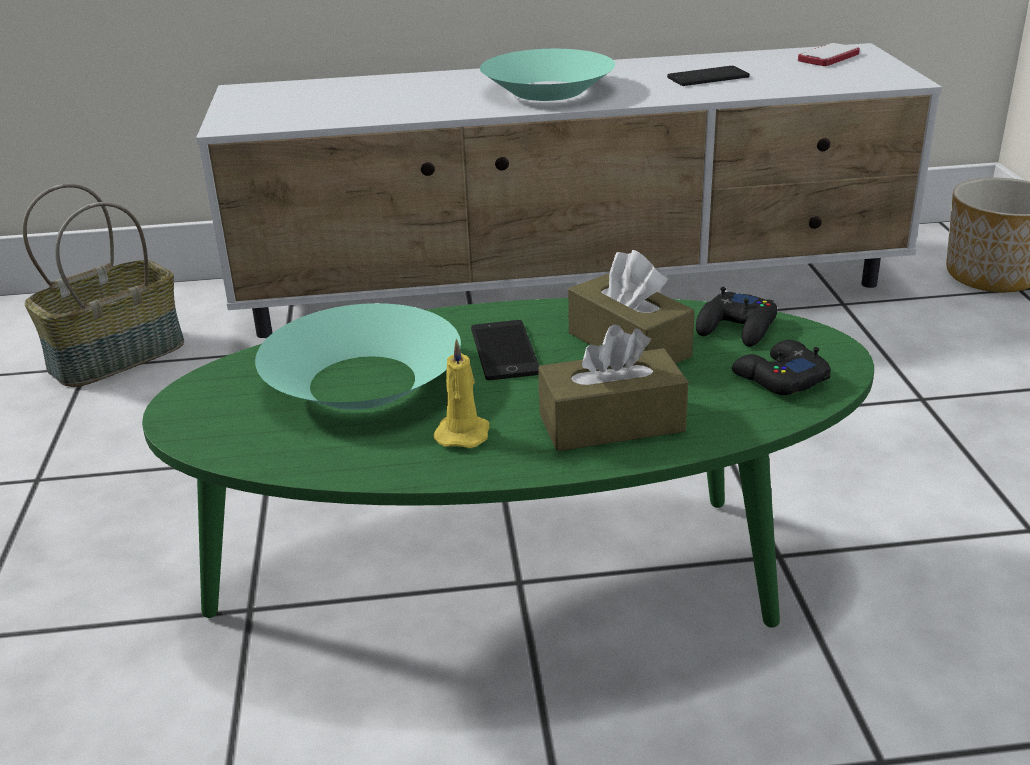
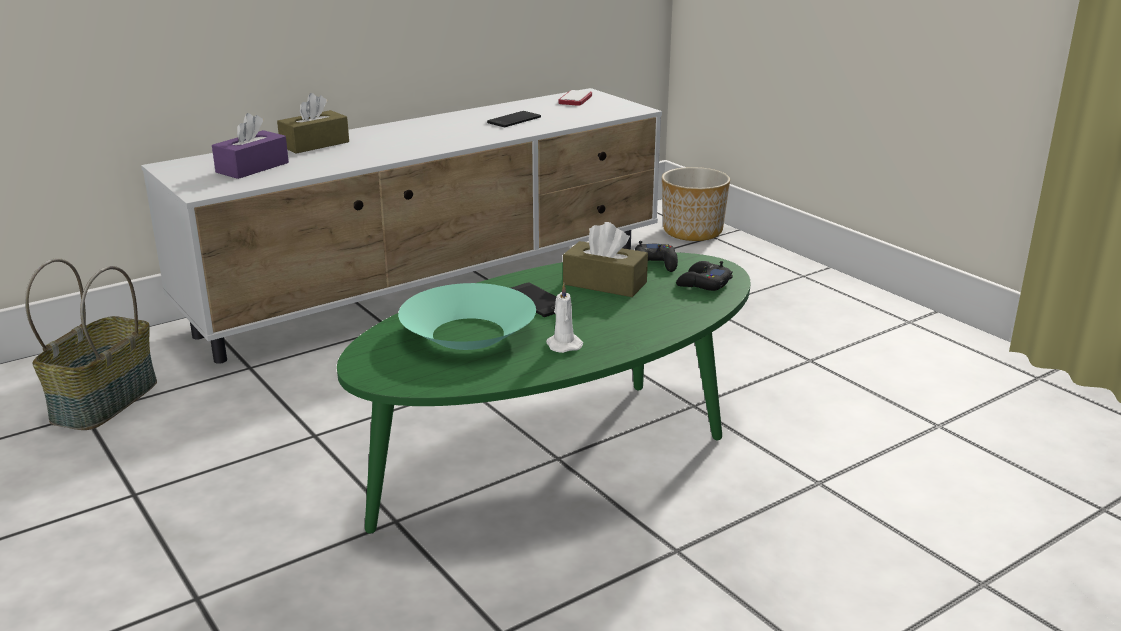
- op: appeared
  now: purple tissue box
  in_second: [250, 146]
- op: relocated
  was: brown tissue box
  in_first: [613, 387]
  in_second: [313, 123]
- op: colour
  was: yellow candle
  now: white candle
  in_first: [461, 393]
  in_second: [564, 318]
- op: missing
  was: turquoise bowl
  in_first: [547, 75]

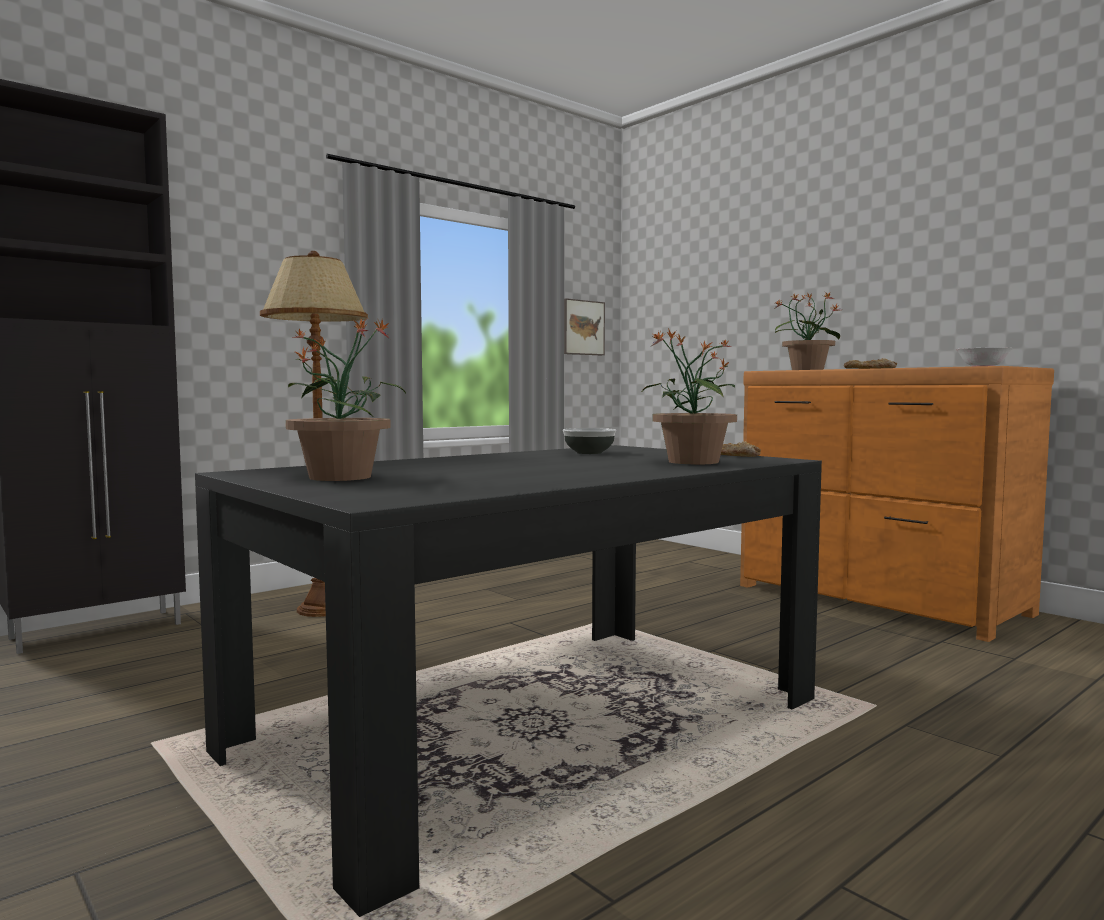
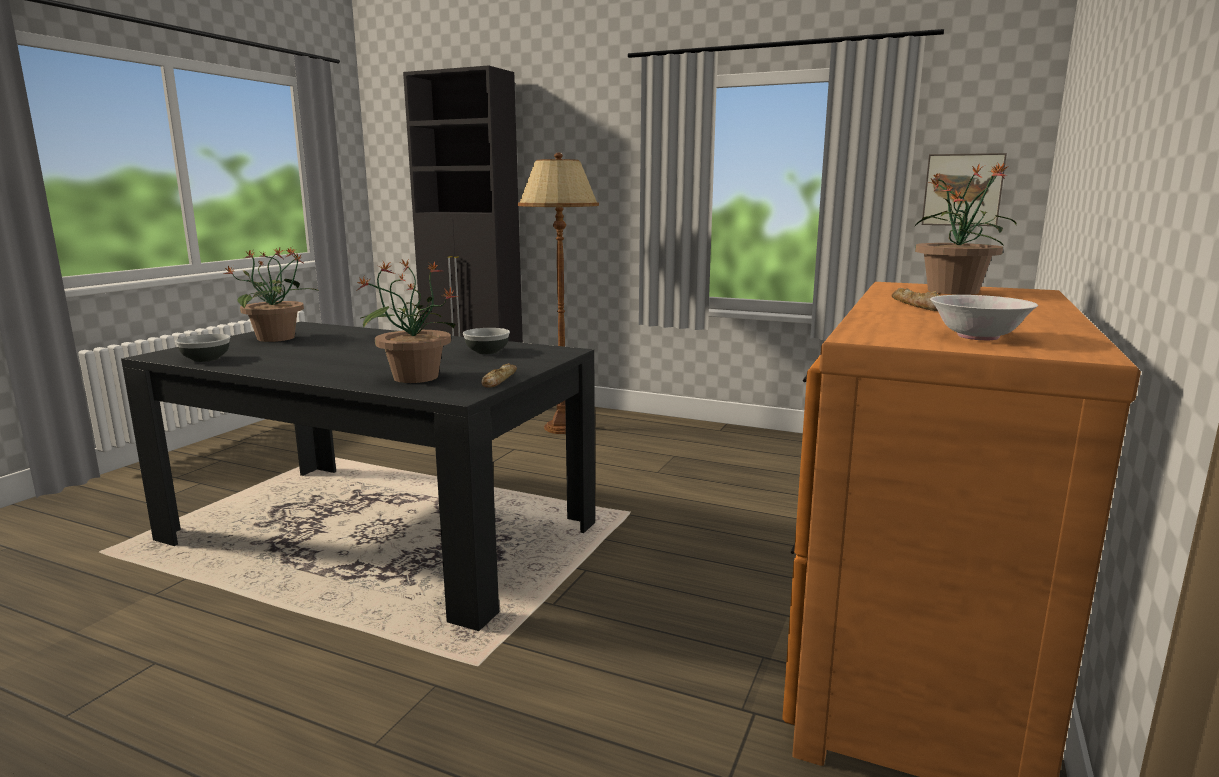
- op: appeared
  now: bowl
  in_second: [202, 348]

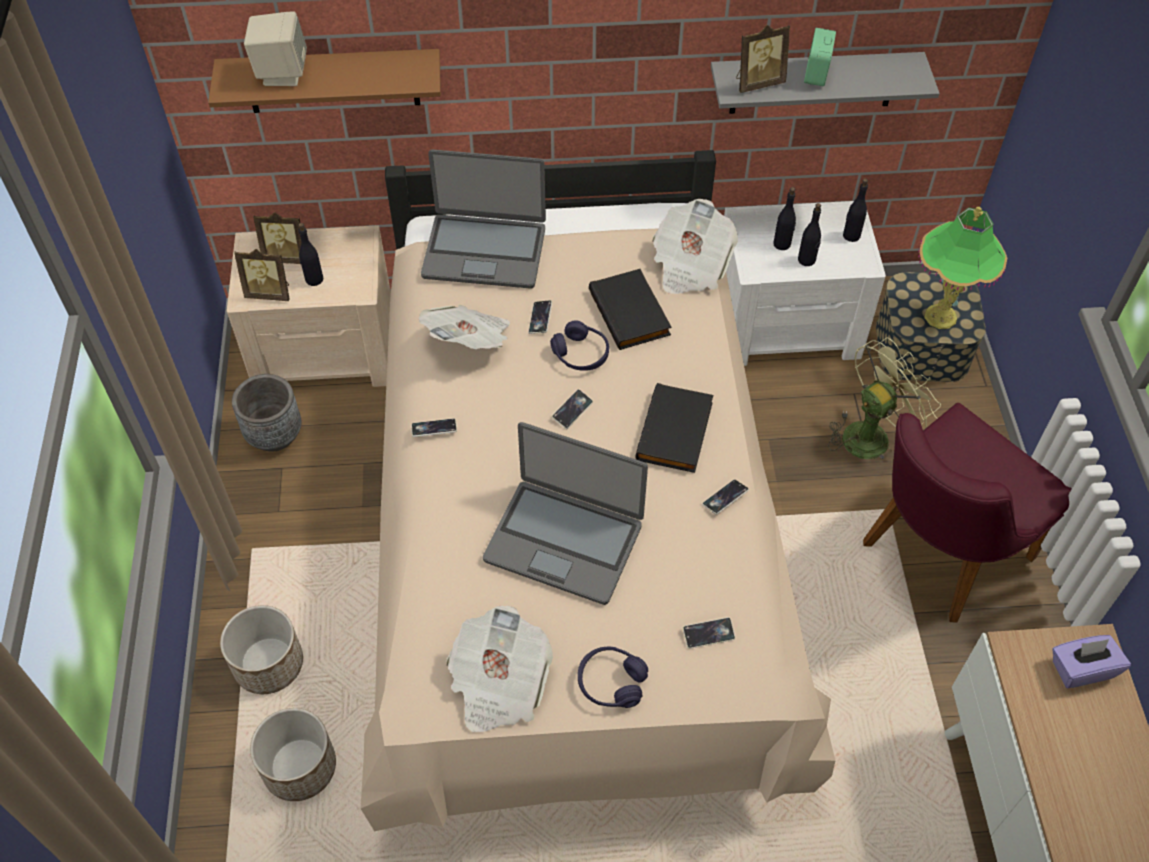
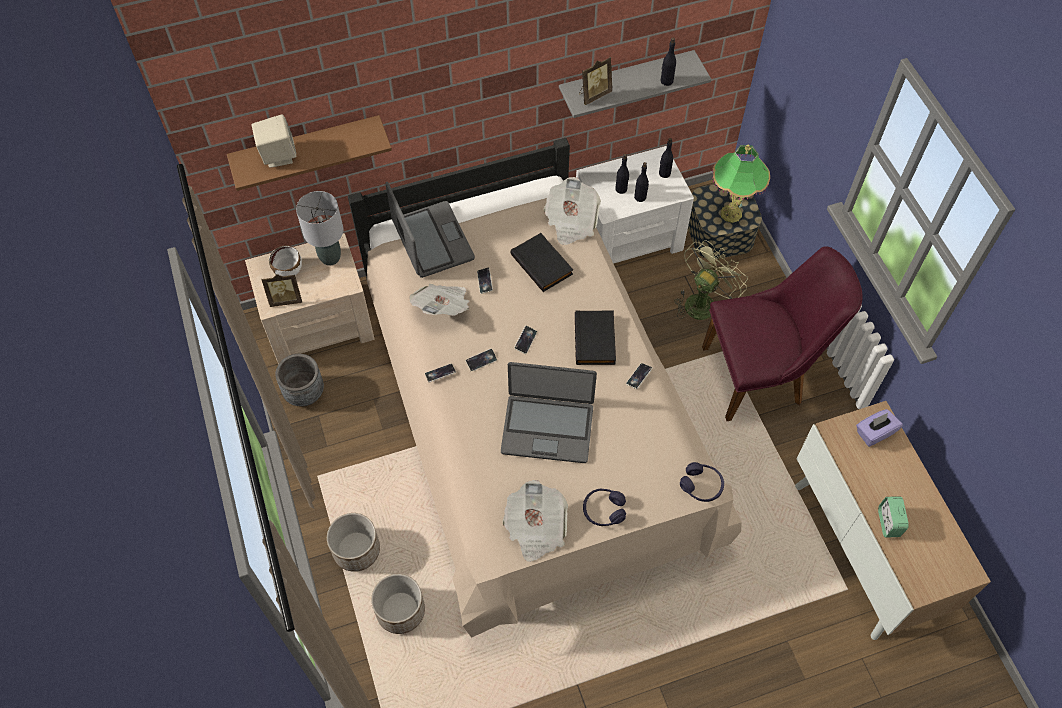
- op: exchanged
  was: picture frame
  now: white bowl
  in_first: [277, 238]
  in_second: [285, 261]
- op: appeared
  now: grey table lamp
  in_second: [319, 228]
- op: spun
  was: laptop
  in_first: [483, 219]
  in_second: [430, 230]
  clockwise: -105
- op: relocated
  was: phone
  in_first: [709, 633]
  in_second: [481, 360]
- op: relocated
  was: black bottle
  in_first: [310, 254]
  in_second: [668, 62]
- op: relocated
  was: purple headphones
  in_first: [579, 345]
  in_second: [702, 482]
- op: spun
  was: purple chair
  in_first: [967, 513]
  in_second: [782, 333]
  clockwise: -135
- op: relocated
  was: alarm clock
  in_first: [820, 57]
  in_second: [893, 517]

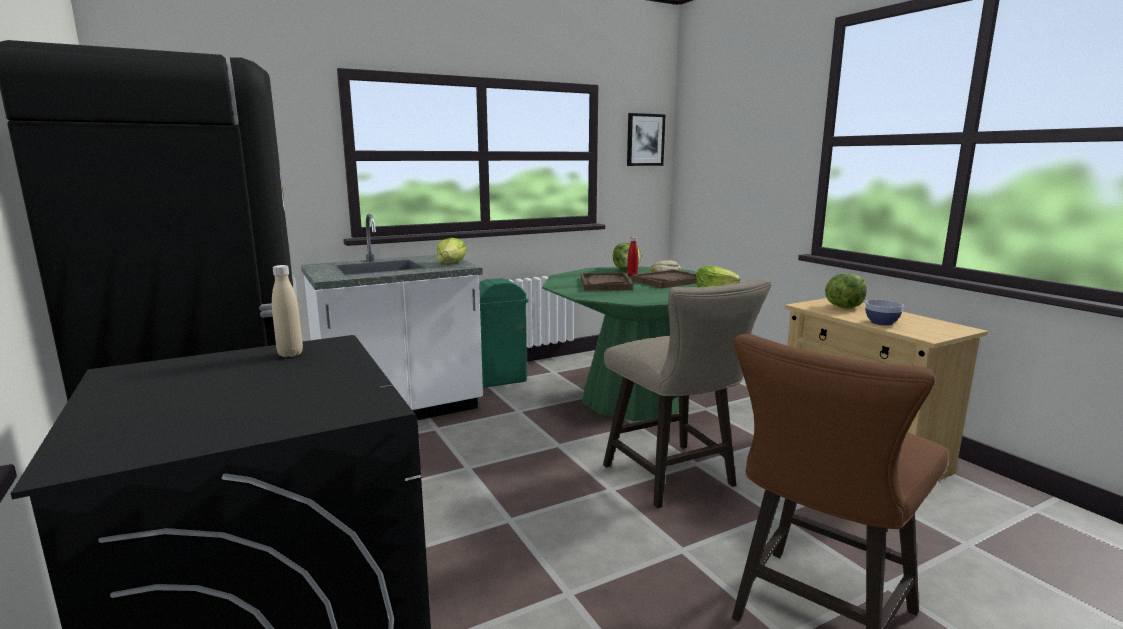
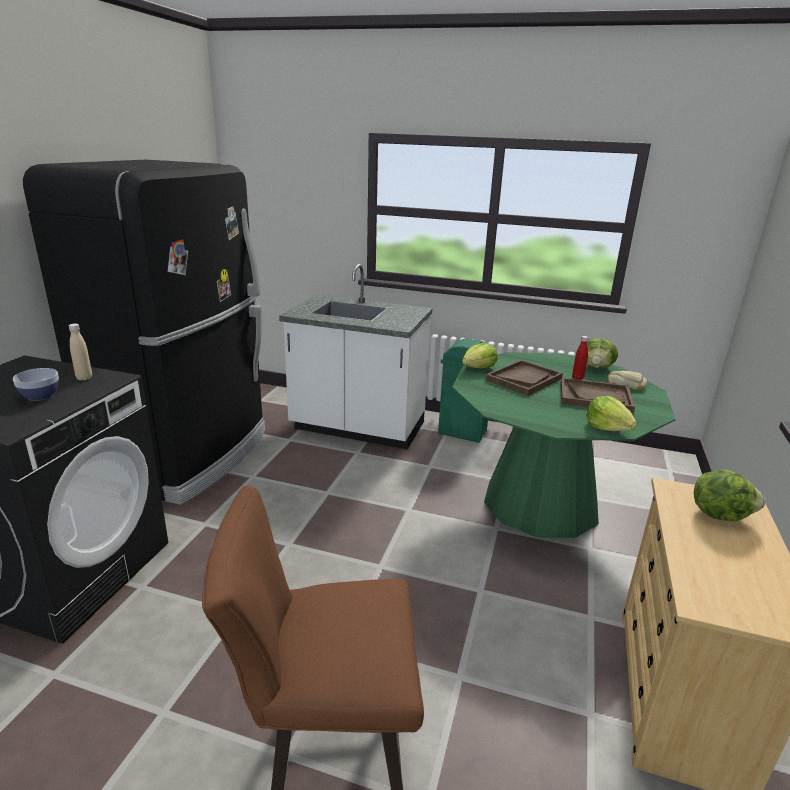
- op: relocated
  was: bowl
  in_first: [884, 313]
  in_second: [36, 384]
- op: relocated
  was: lettuce
  in_first: [451, 250]
  in_second: [480, 355]
- op: missing
  was: beige stool
  in_first: [687, 393]
- op: missing
  was: picture
  in_first: [646, 139]

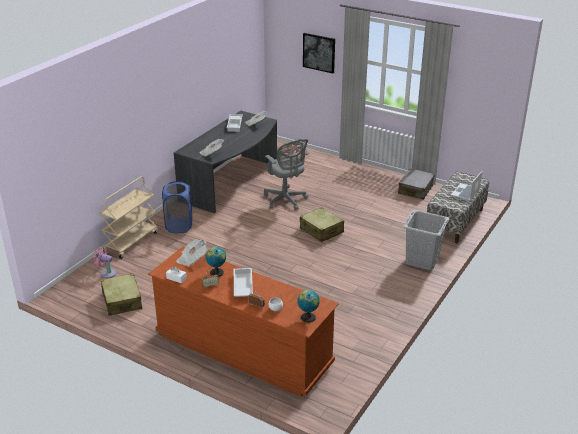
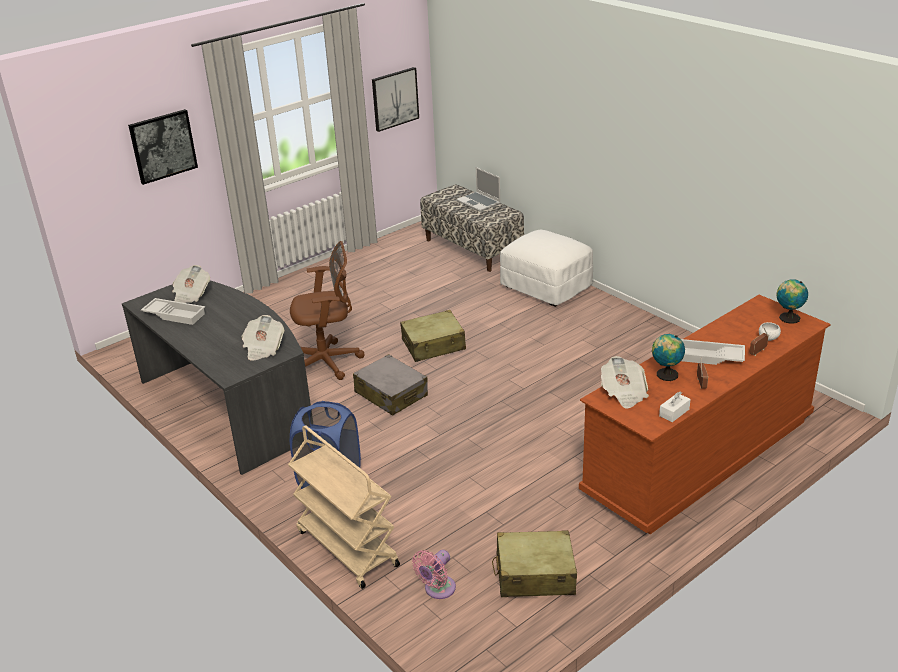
- op: colour
  was: grey office chair
  now: brown office chair
  in_first: [287, 174]
  in_second: [327, 310]
- op: relocated
  was: grey suitcase
  in_first: [416, 184]
  in_second: [390, 385]
- op: appeared
  now: picture
  in_second: [395, 99]
- op: exchanged
  was: grey laundry basket
  now: white ottoman
  in_first: [426, 240]
  in_second: [546, 268]

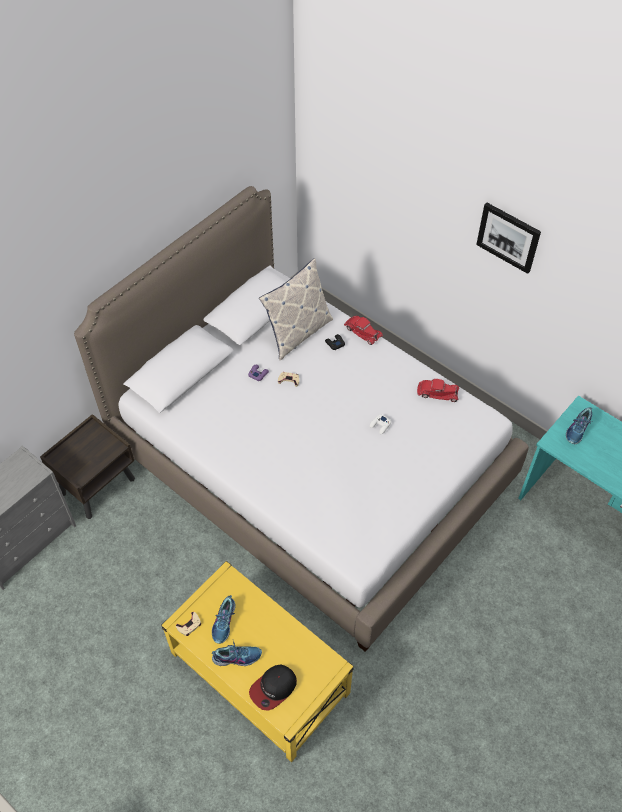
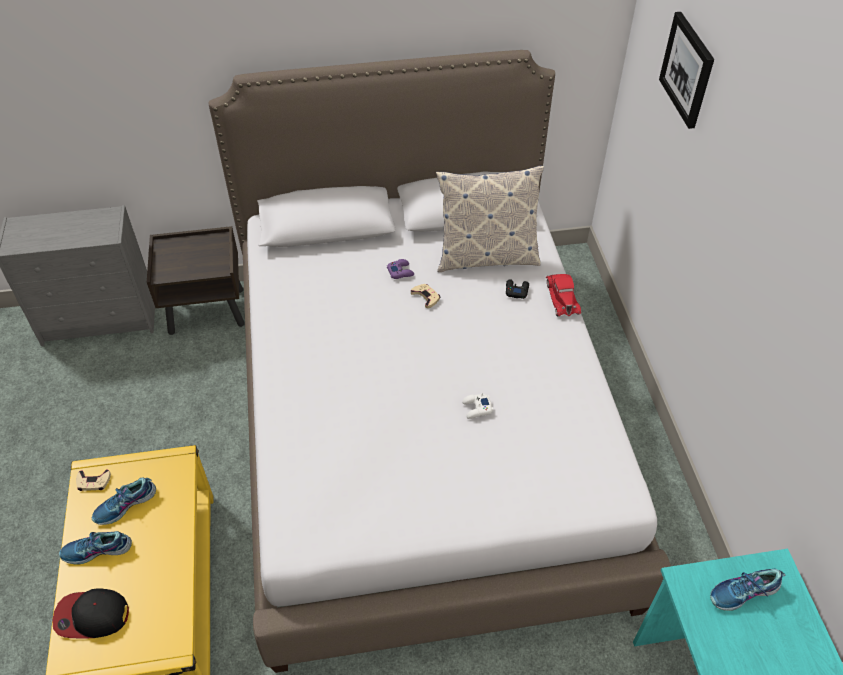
- op: spun
  was: shoe
  in_first: [237, 653]
  in_second: [95, 547]
  clockwise: 135
- op: relocated
  was: picture
  in_first: [508, 238]
  in_second: [686, 70]
- op: missing
  was: red toy car
  in_first: [438, 390]

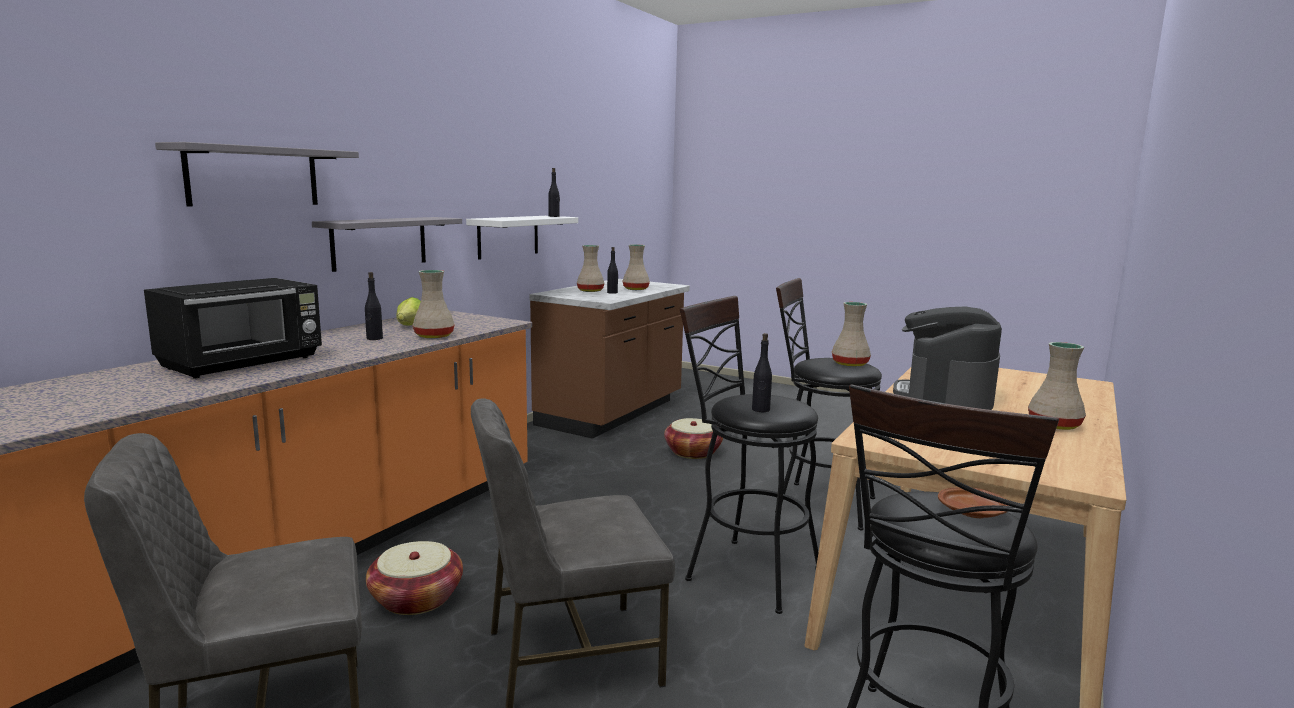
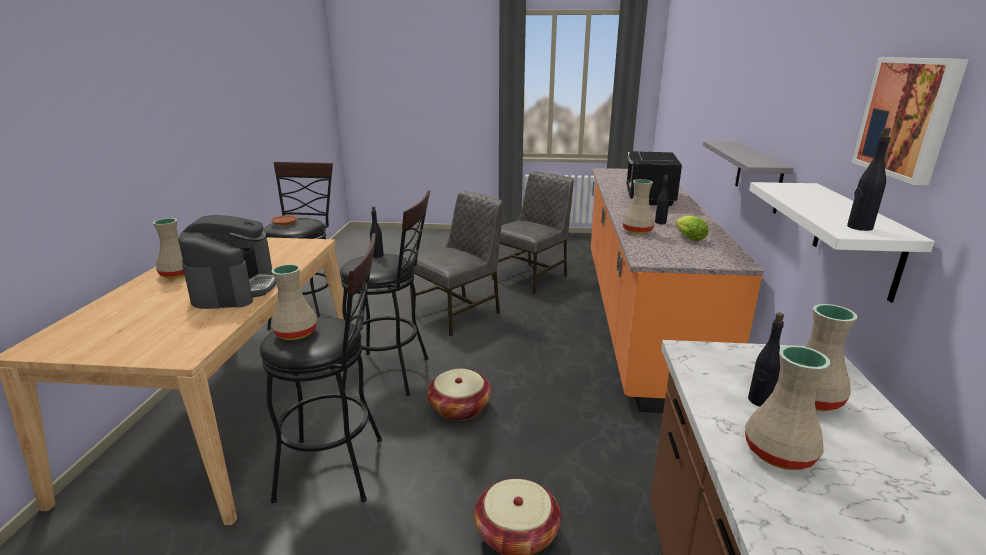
- op: relocated
  was: basket
  in_first: [414, 578]
  in_second: [459, 395]
- op: appeared
  now: picture
  in_second: [910, 121]
- op: missing
  was: grey shelf
  in_first: [257, 174]

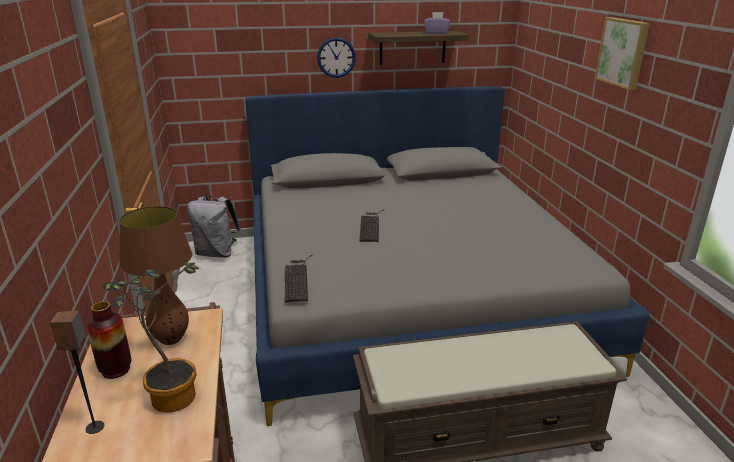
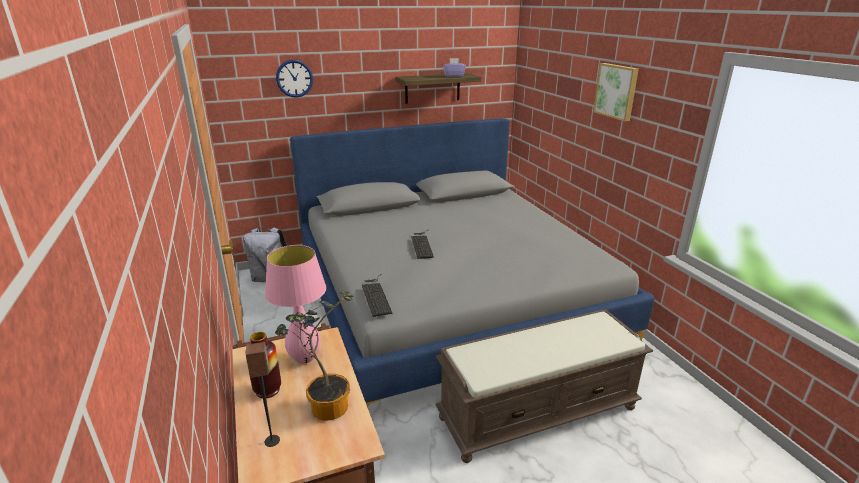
- op: colour
  was: brown table lamp
  now: pink table lamp
  in_first: [155, 275]
  in_second: [295, 304]
- op: relocated
  was: wall clock
  in_first: [336, 57]
  in_second: [294, 79]

